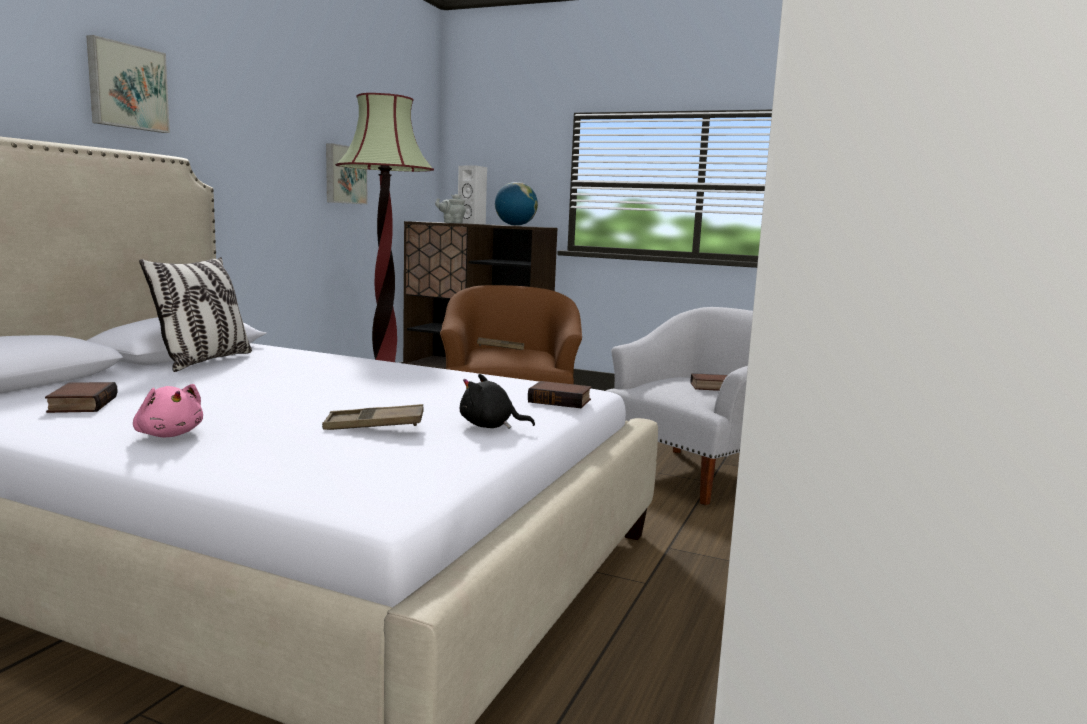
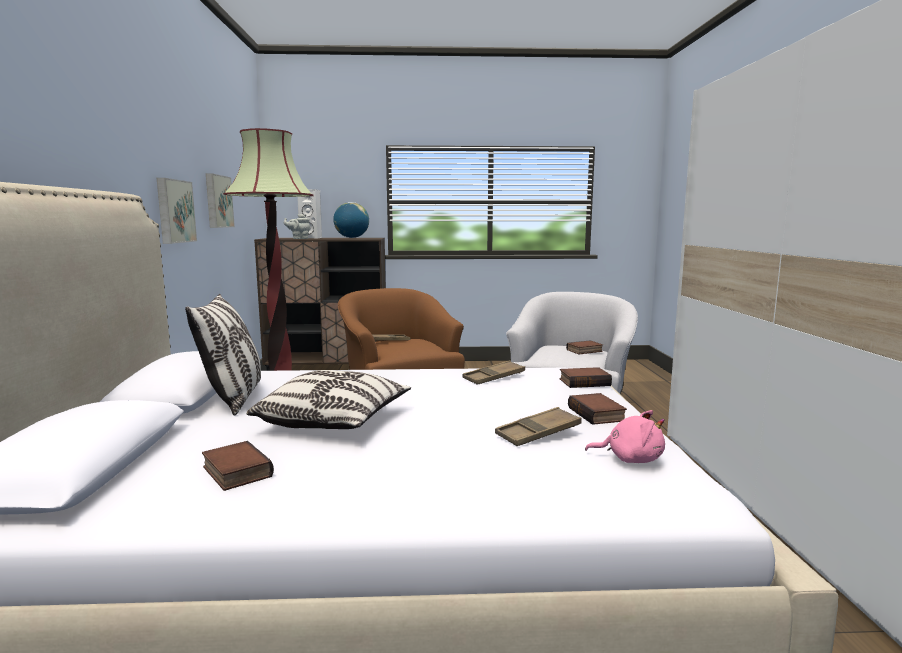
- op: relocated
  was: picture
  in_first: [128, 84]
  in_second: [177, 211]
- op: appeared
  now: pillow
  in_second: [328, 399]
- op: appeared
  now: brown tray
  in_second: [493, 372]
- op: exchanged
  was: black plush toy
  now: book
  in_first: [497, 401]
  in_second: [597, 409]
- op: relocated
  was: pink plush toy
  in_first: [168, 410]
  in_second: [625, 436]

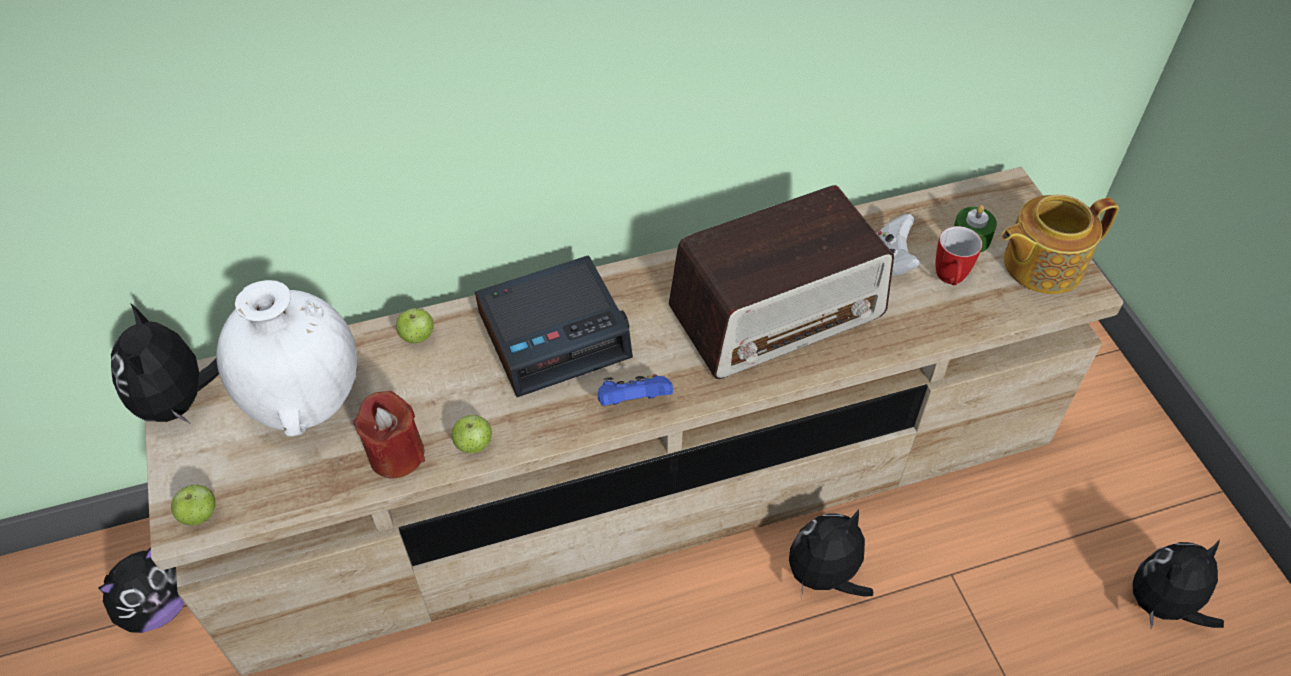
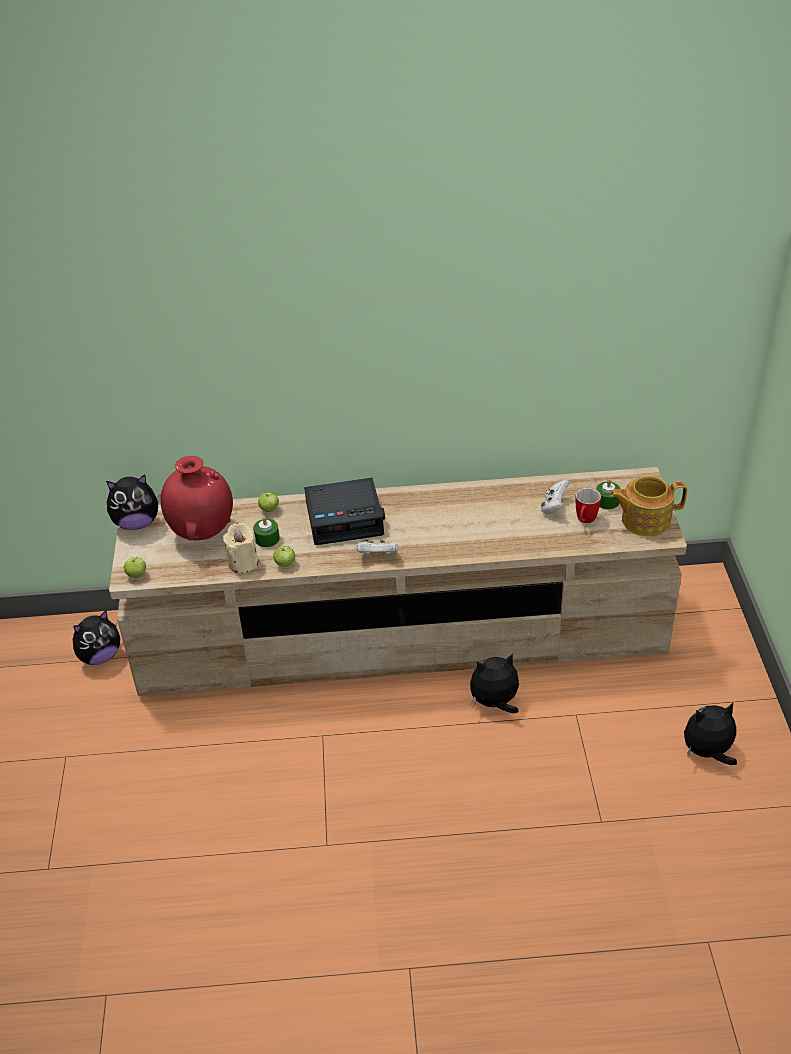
- op: spun
  was: plush toy
  in_first: [165, 363]
  in_second: [133, 502]
  clockwise: -105
- op: colour
  was: white vase
  now: red vase
  in_first: [286, 358]
  in_second: [196, 498]
- op: colour
  was: red candle
  now: beige candle
  in_first: [389, 435]
  in_second: [241, 548]
- op: appeared
  now: green candle
  in_second: [266, 532]
- op: colour
  was: blue game controller
  now: white game controller
  in_first: [635, 390]
  in_second: [377, 547]
- op: missing
  was: radio
  in_first: [781, 282]

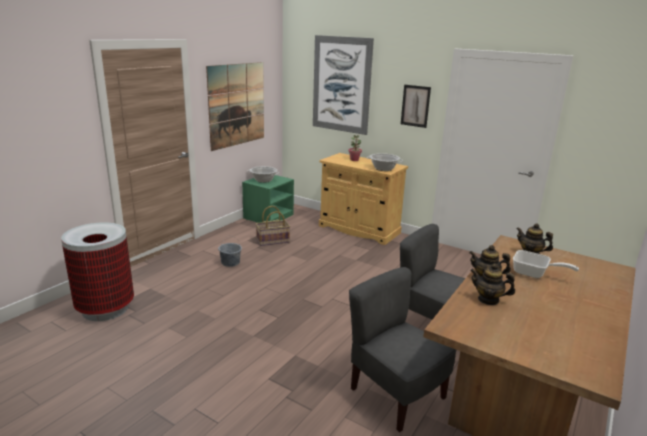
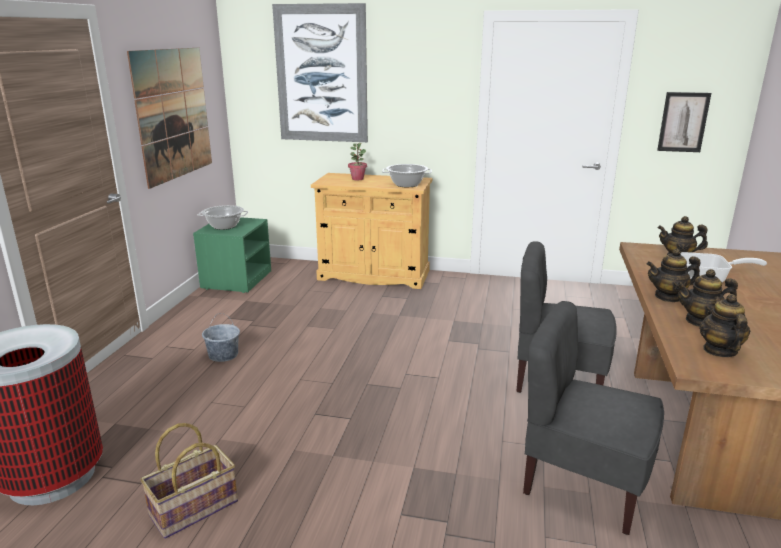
- op: relocated
  was: basket
  in_first: [273, 226]
  in_second: [189, 481]
- op: relocated
  was: picture
  in_first: [416, 106]
  in_second: [684, 122]
- op: appeared
  now: teapot
  in_second: [724, 325]

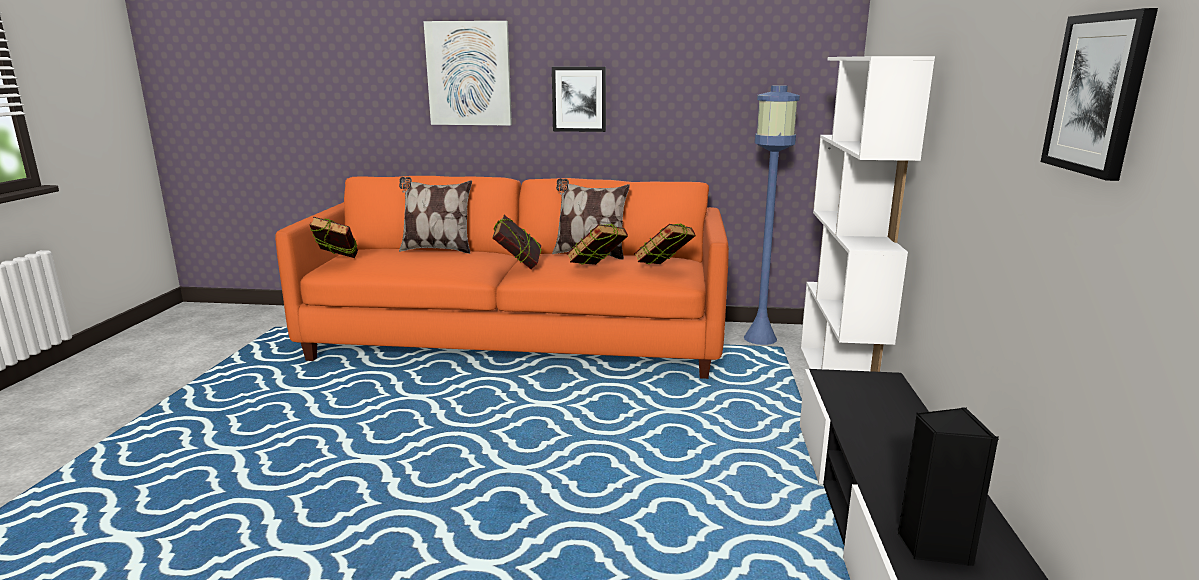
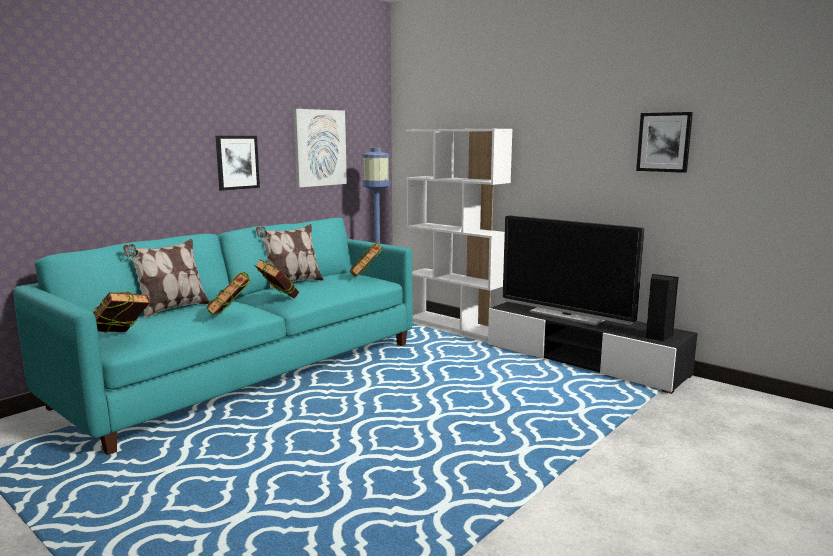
- op: colour
  was: orange sofa
  now: turquoise sofa
  in_first: [502, 277]
  in_second: [213, 336]
- op: relocated
  was: book
  in_first: [597, 244]
  in_second: [228, 293]
- op: relocated
  was: picture
  in_first: [468, 73]
  in_second: [320, 148]
- op: appeared
  now: television
  in_second: [574, 270]

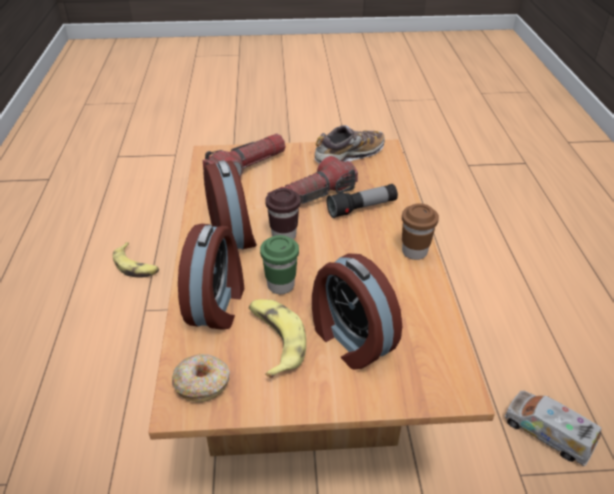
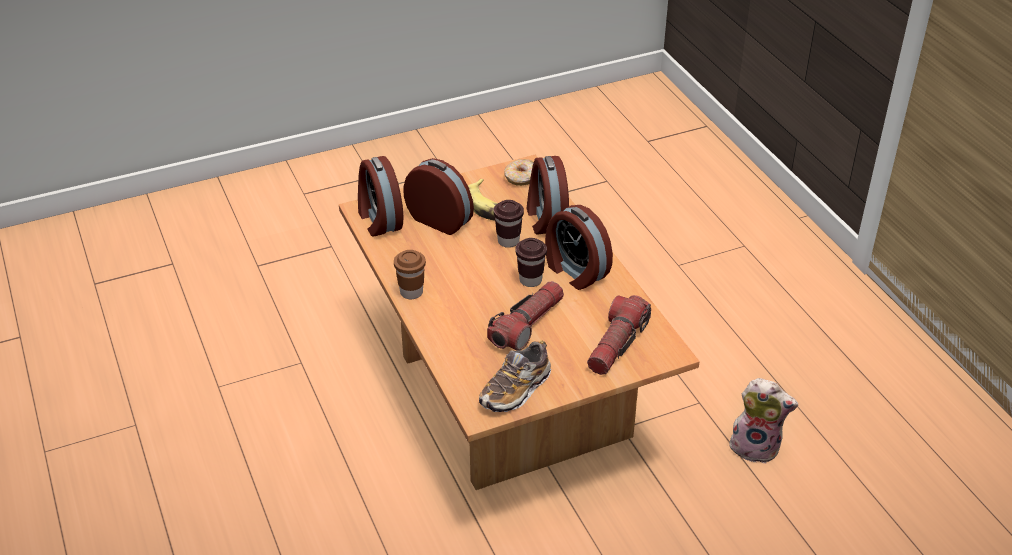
- op: appeared
  now: alarm clock
  in_second: [381, 196]
- op: colour
  was: green cup
  now: brown cup
  in_first: [279, 264]
  in_second: [508, 224]
- op: exchanged
  was: banana
  now: plush toy
  in_first: [136, 260]
  in_second: [763, 421]
- op: missing
  was: flashlight
  in_first: [362, 201]
- op: missing
  was: toy truck
  in_first: [553, 428]

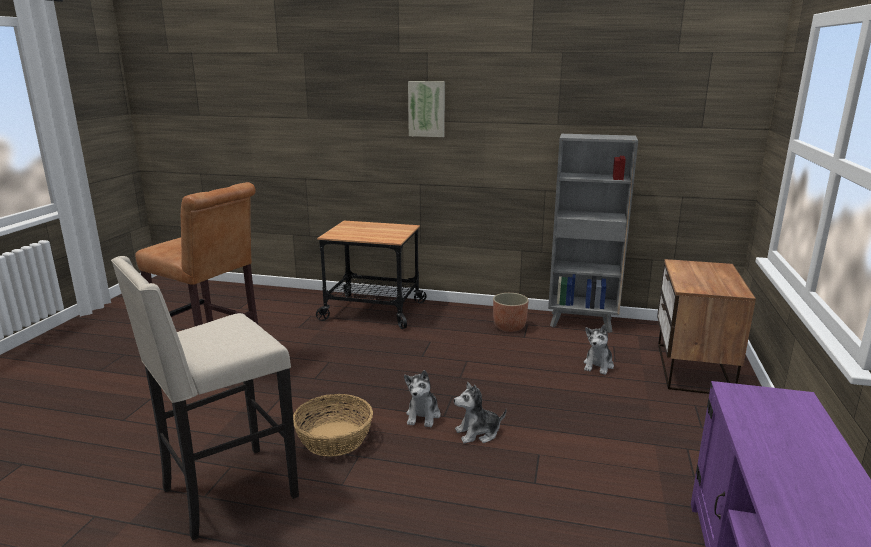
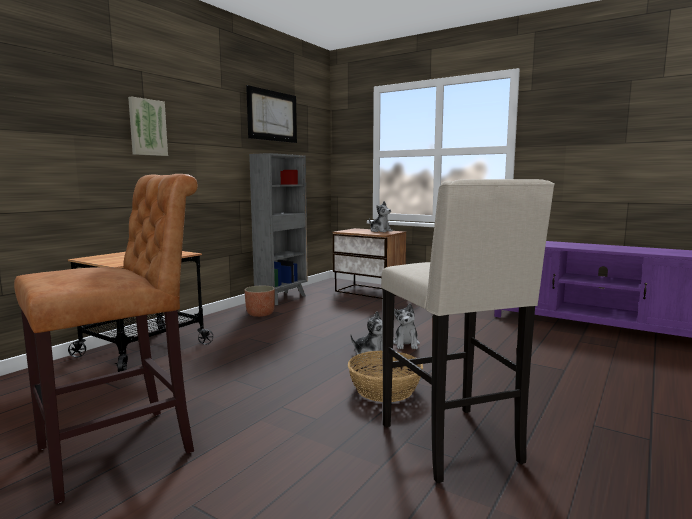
- op: appeared
  now: picture
  in_second: [271, 114]
- op: relocated
  was: plush toy
  in_first: [599, 350]
  in_second: [381, 216]

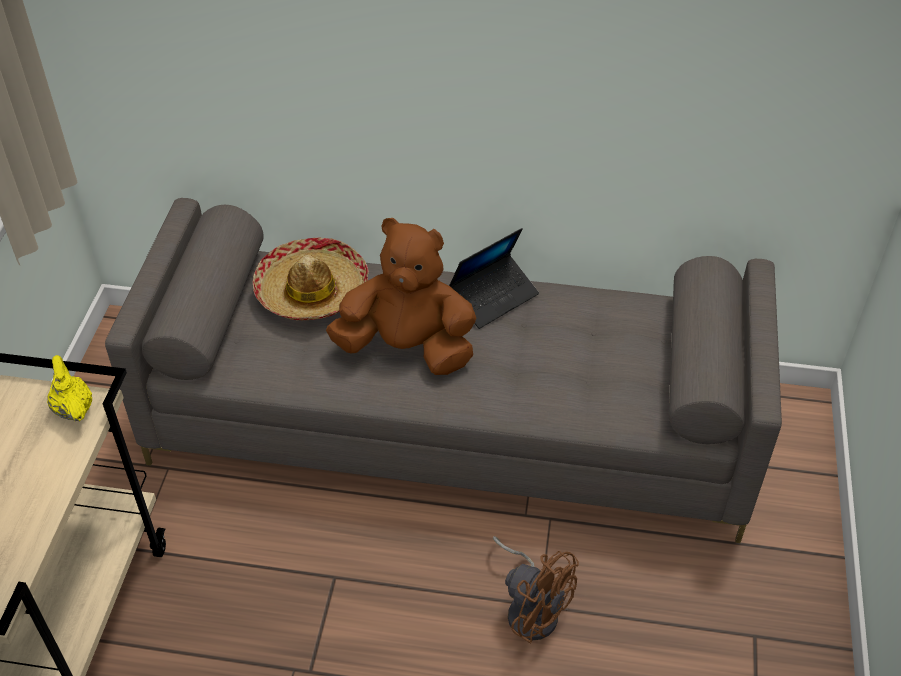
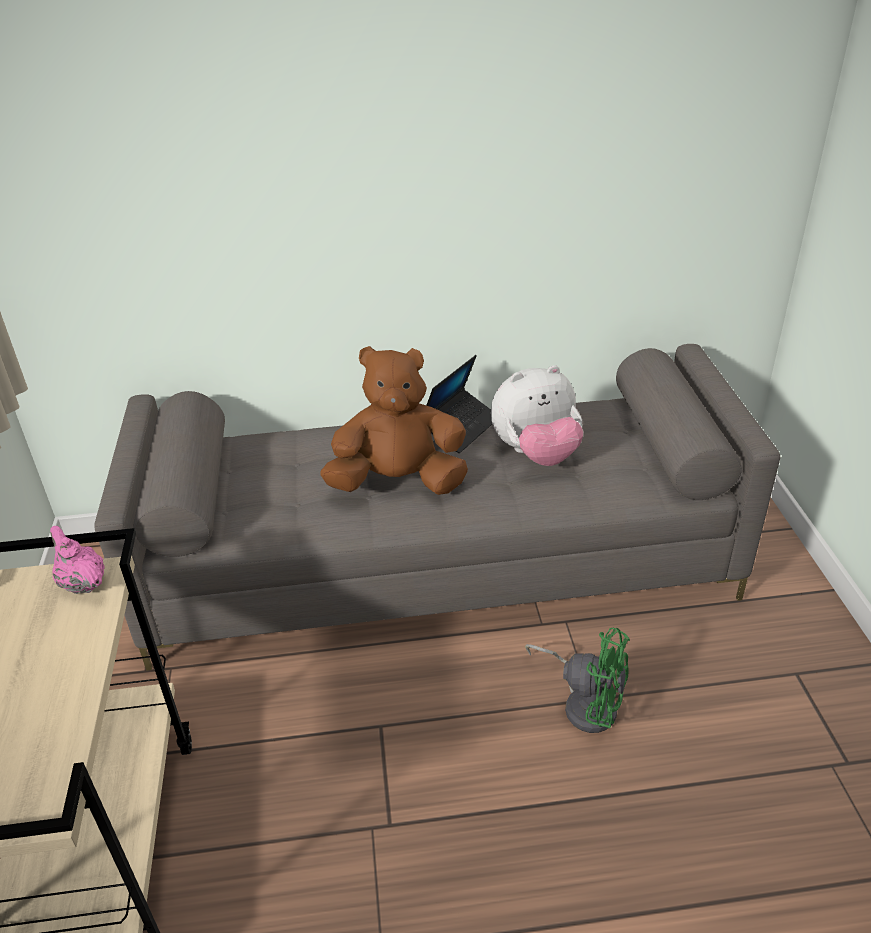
- op: colour
  was: yellow teapot
  now: pink teapot
  in_first: [69, 388]
  in_second: [77, 560]
- op: appeared
  now: plush toy
  in_second: [537, 415]
- op: colour
  was: brown fan
  now: green fan
  in_first: [536, 589]
  in_second: [577, 680]
- op: missing
  was: hat
  in_first: [311, 279]

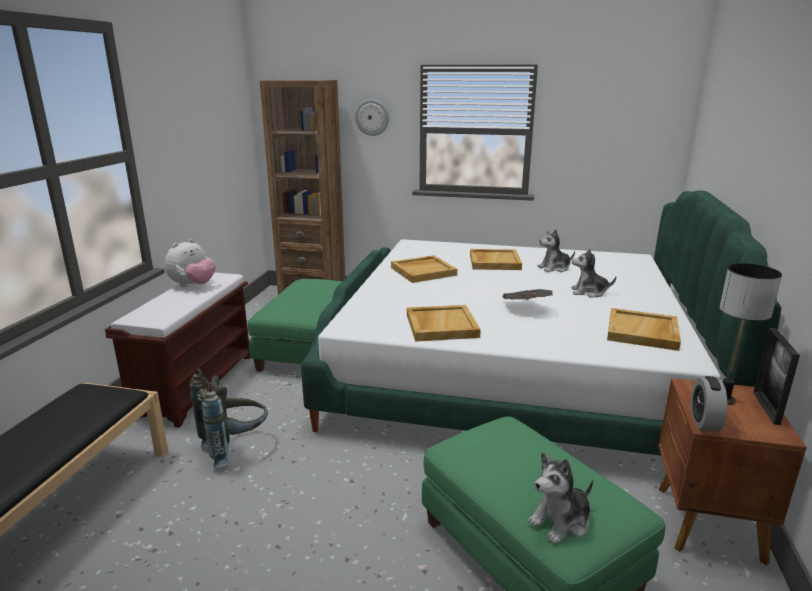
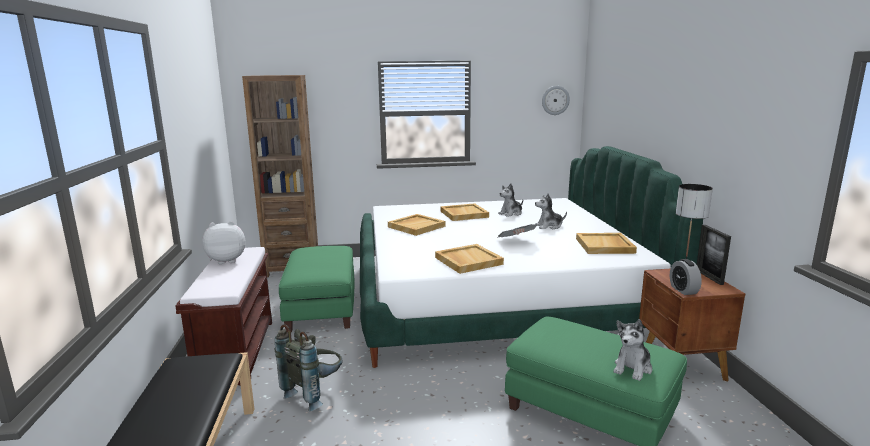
- op: spun
  was: plush toy
  in_first: [190, 263]
  in_second: [224, 242]
  clockwise: -120
- op: relocated
  was: wall clock
  in_first: [372, 117]
  in_second: [556, 100]

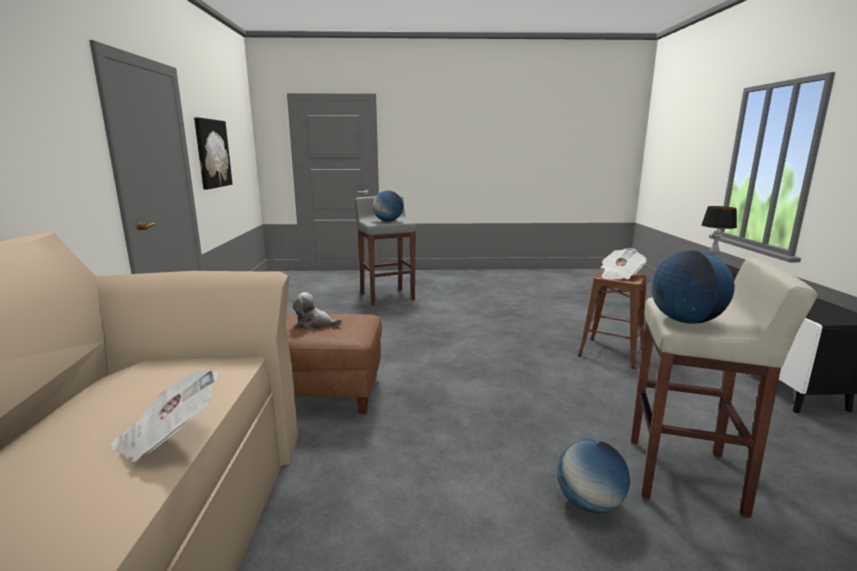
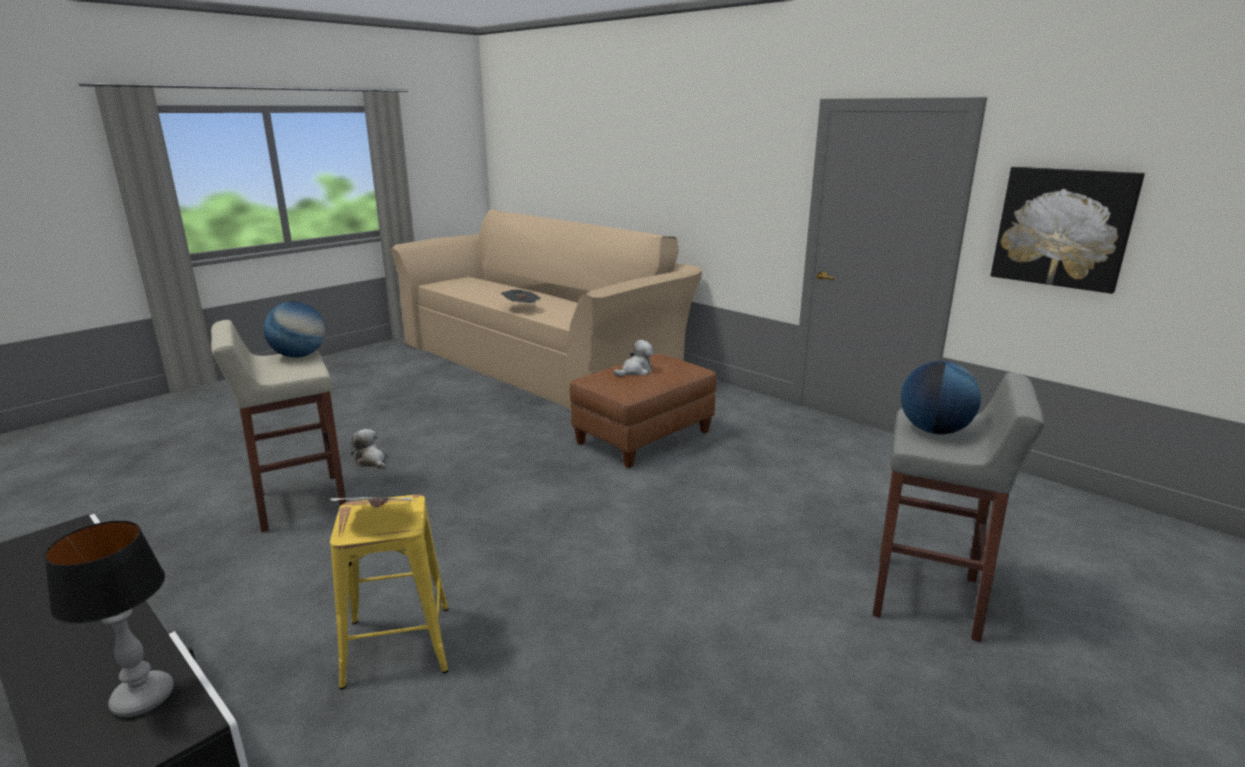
- op: colour
  was: brown stool
  now: yellow stool
  in_first: [612, 319]
  in_second: [389, 592]
- op: exchanged
  was: globe
  now: plush toy
  in_first: [593, 476]
  in_second: [368, 449]

